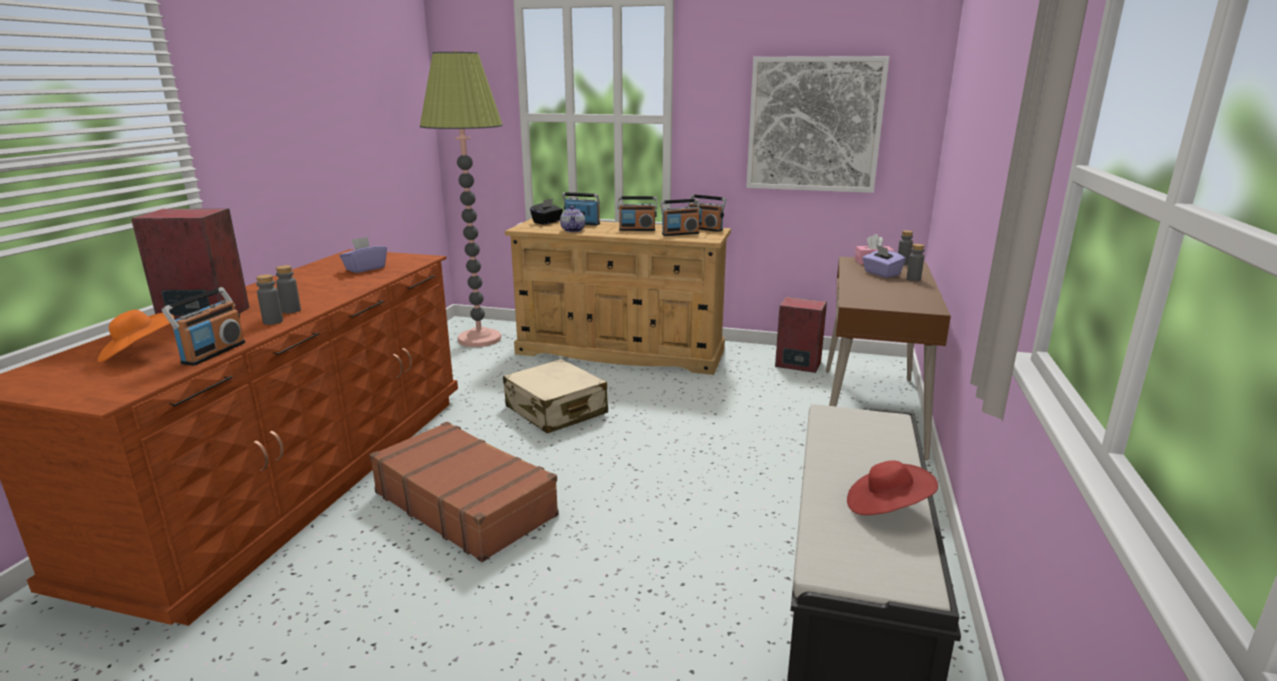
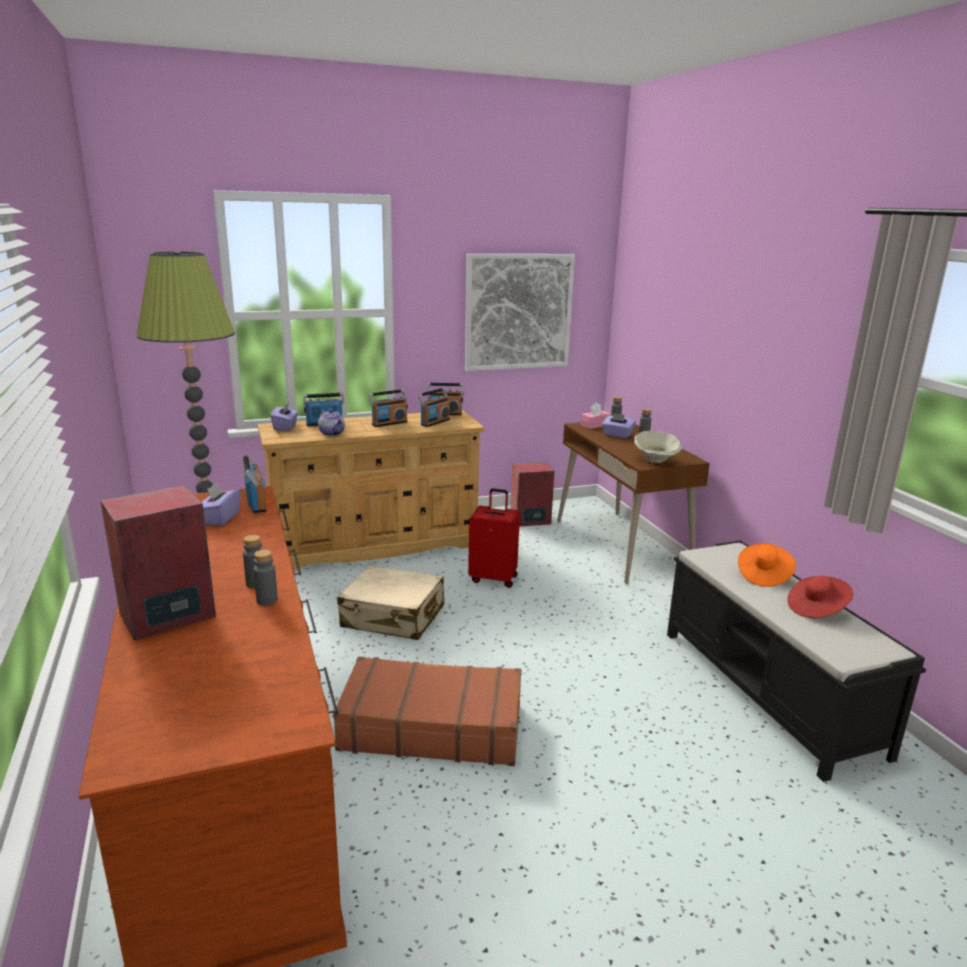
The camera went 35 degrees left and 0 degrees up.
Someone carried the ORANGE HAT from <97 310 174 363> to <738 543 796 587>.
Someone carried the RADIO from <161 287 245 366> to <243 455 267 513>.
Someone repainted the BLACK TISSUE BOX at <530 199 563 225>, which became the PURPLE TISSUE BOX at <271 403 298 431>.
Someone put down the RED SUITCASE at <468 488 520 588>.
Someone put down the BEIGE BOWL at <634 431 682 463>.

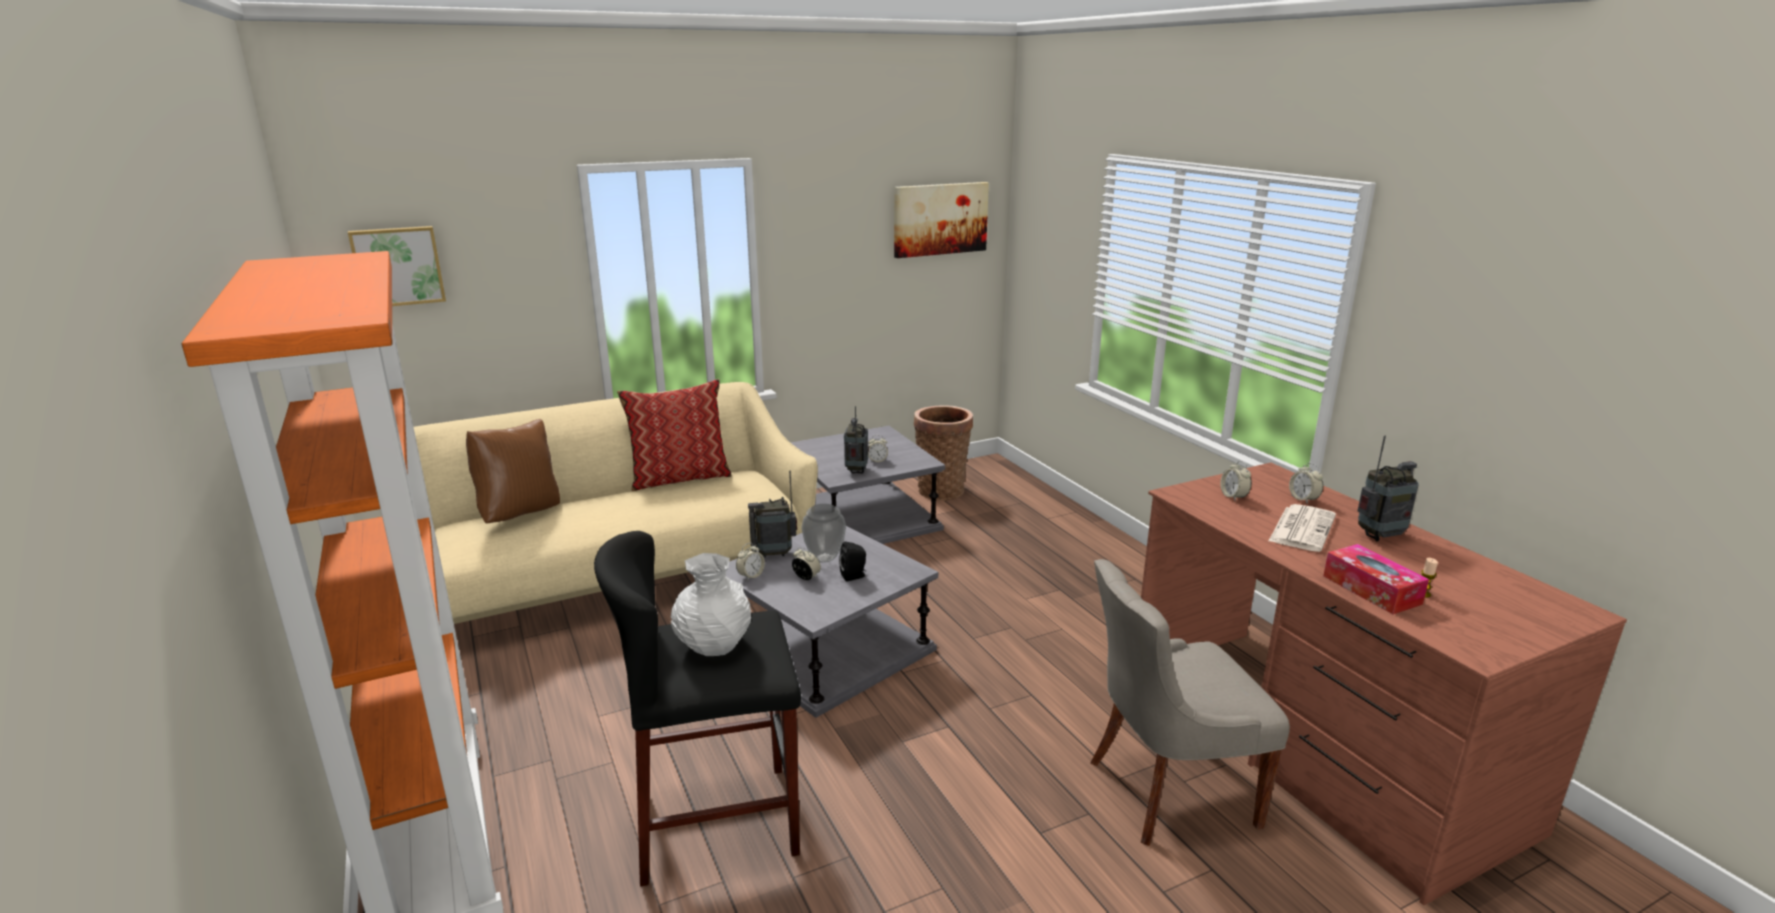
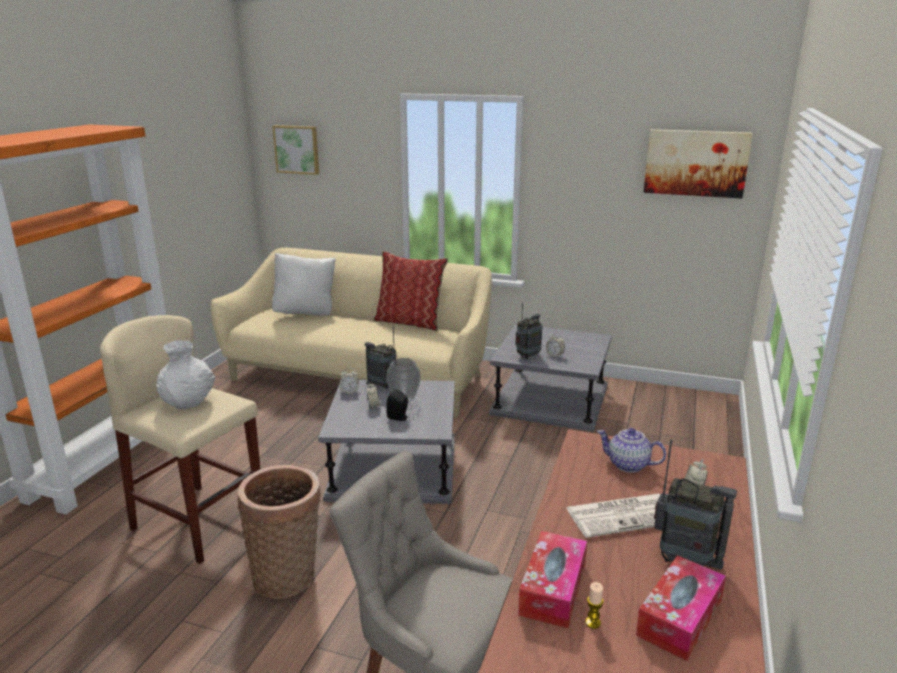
The camera went 45 degrees right and 0 degrees up.
Someone repainted the BROWN PILLOW at <466 419 560 524>, which became the WHITE PILLOW at <272 253 336 315>.
Someone repainted the BLACK STOOL at <594 531 801 887>, which became the BEIGE STOOL at <100 315 260 564>.
Someone carried the BASKET from <914 405 973 501> to <238 465 321 599>.
Someone swapped the ALARM CLOCK at <1220 460 1251 500> for the TEAPOT at <597 428 666 472>.
Someone put down the TISSUE BOX at <636 555 726 661>.

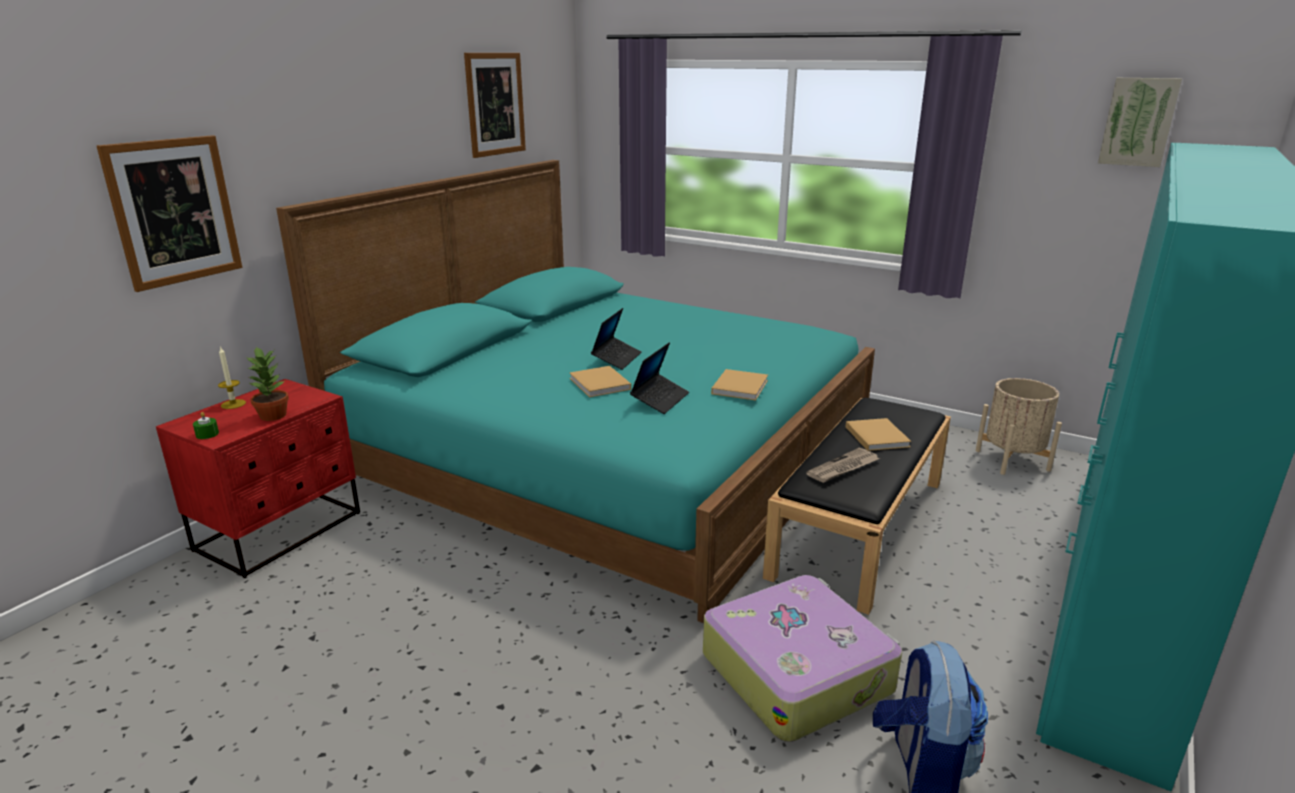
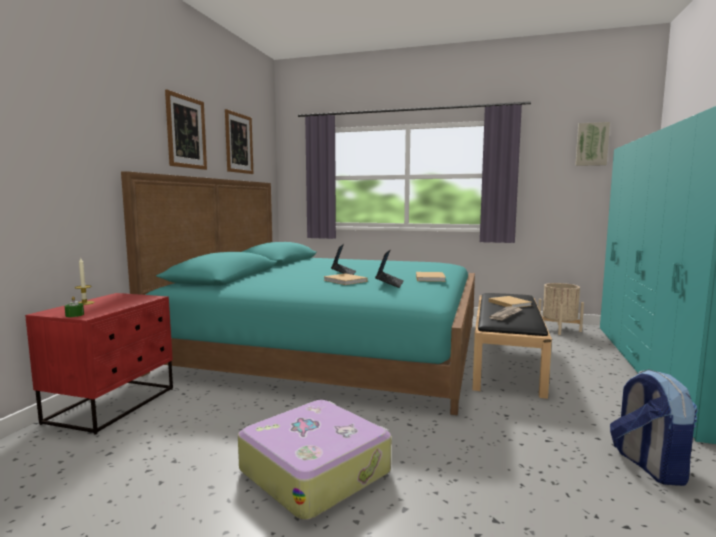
The camera went 15 degrees left and 15 degrees down.
Someone carried the PICTURE from <97 135 242 292> to <165 90 207 170>.
Someone took away the POTTED PLANT at <246 346 289 421>.
Someone carried the SUITCASE from <703 575 902 742> to <238 400 391 520>.

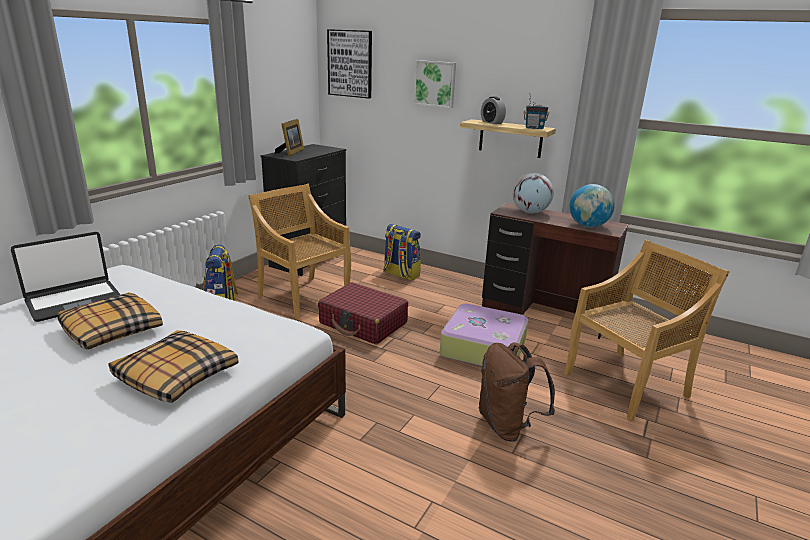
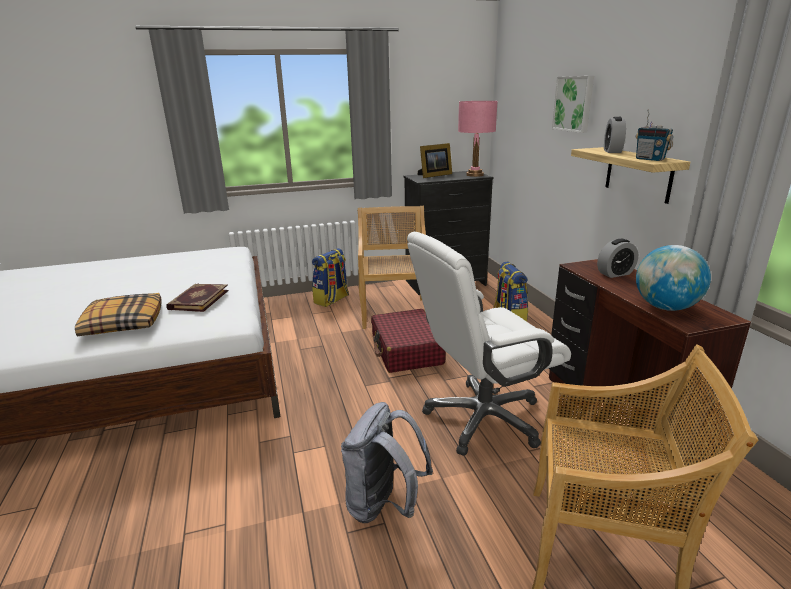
The camera went 45 degrees right and 0 degrees up.
Someone took away the LAPTOP at <11 232 121 322>.
Someone took away the PILLOW at <57 292 163 350>.
Someone took away the PICTURE at <327 29 372 98>.
Someone swapped the SUITCASE at <440 304 528 366> for the WHITE OFFICE CHAIR at <407 232 571 456>.
Someone repainted the BROWN BACKPACK at <478 342 555 441>, which became the GREY BACKPACK at <341 402 433 523>.
Someone swapped the GLOBE at <513 173 554 213> for the ALARM CLOCK at <597 239 638 278>.
Someone put down the BOOK at <166 284 229 312>.
Someone put down the PINK TABLE LAMP at <458 101 498 177>.

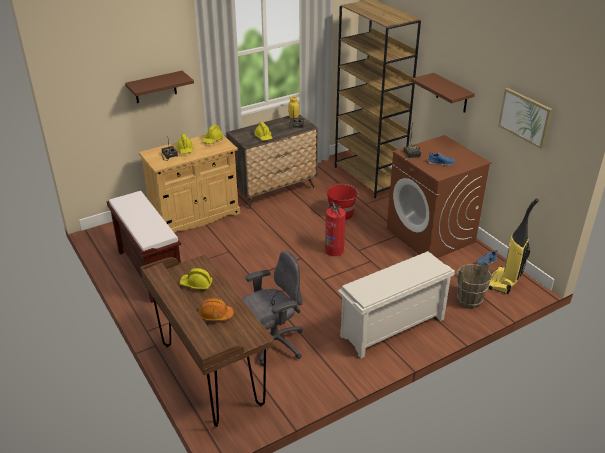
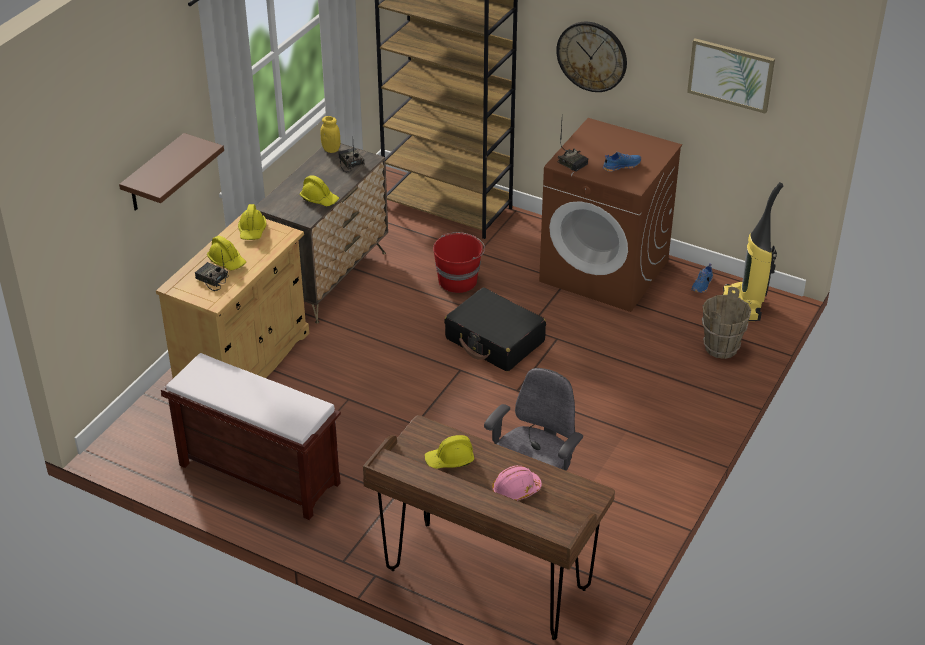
The camera went 30 degrees left and 5 degrees up.
Someone repainted the ORANGE HARD HAT at <198 298 234 321>, which became the PINK HARD HAT at <492 465 542 501>.
Someone swapped the FIRE EXTINGUISHER at <325 202 346 256> for the BLACK SUITCASE at <444 288 546 372>.
Someone took away the WHITE SHOE RACK at <338 251 455 358>.
Someone swapped the BROWN SHELF at <411 73 475 113> for the WALL CLOCK at <556 22 627 92>.

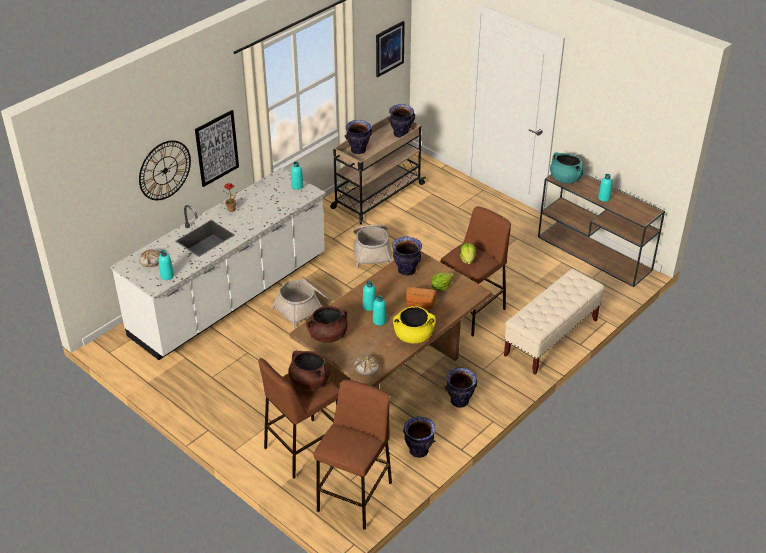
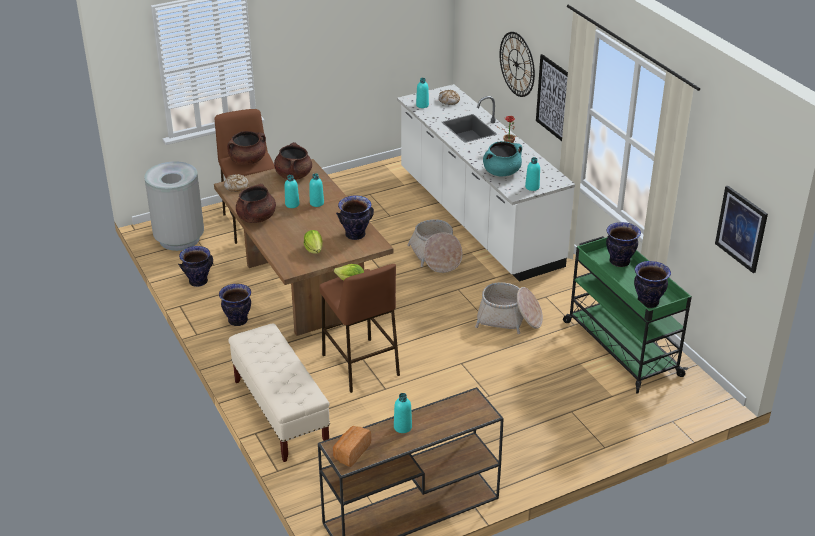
The camera went 110 degrees right and 5 degrees down.
Someone swapped the BROWN STOOL at <314 380 392 530> for the GREY TRASH CAN at <144 161 204 251>.
Someone repainted the BEIGE CART at <330 115 426 225>, which became the GREEN CART at <563 236 692 394>.
Someone repainted the YELLOW COOKING POT at <393 306 436 344>, which became the BROWN COOKING POT at <236 183 276 223>.
Someone carried the BREAD from <406 287 436 309> to <333 426 371 467>.
Someone carried the TURQUOISE COOKING POT from <550 152 584 184> to <483 141 522 176>.

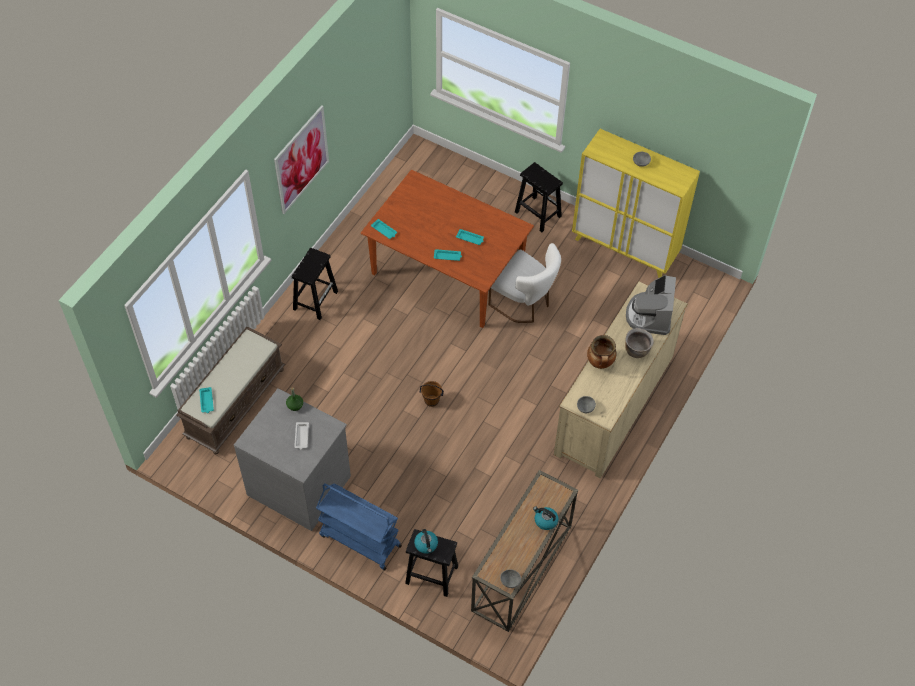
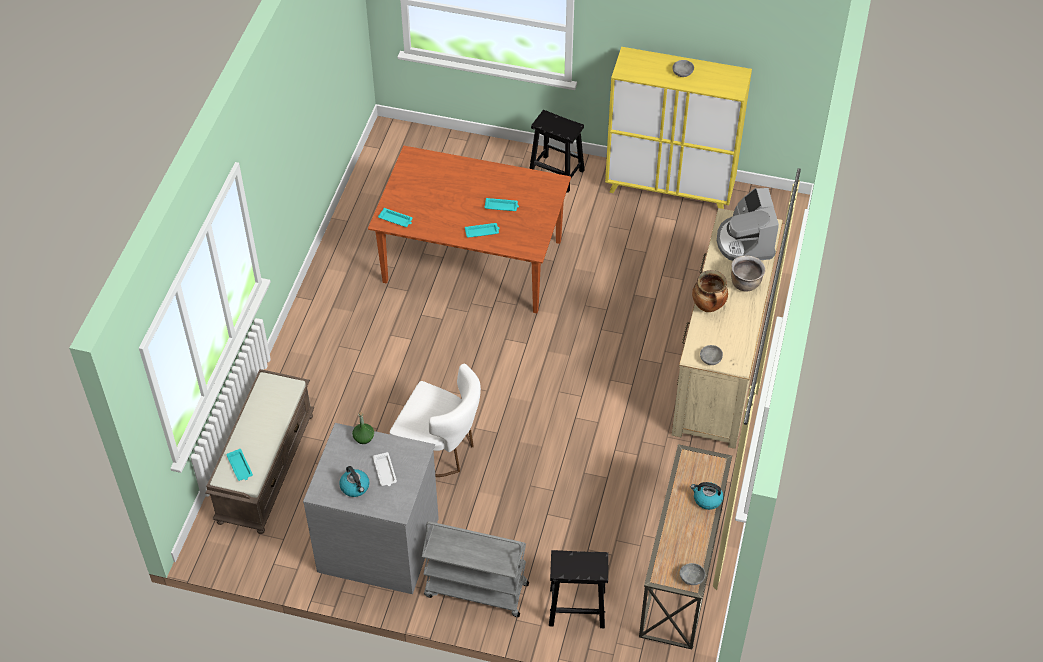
The camera went 15 degrees left and 5 degrees down.
Someone took away the PICTURE at <274 105 329 214>.
Someone took away the BLACK STOOL at <292 248 338 320>.
Someone repainted the BLUE CART at <316 483 402 570>, which became the GREY CART at <422 521 529 617>.
Someone carried the KETTLE from <414 529 438 554> to <339 466 369 497>.
Someone took away the BROWN BUCKET at <420 381 444 407>.
Someone carried the WHITE CHAIR from <488 243 561 323> to <390 364 481 477>.

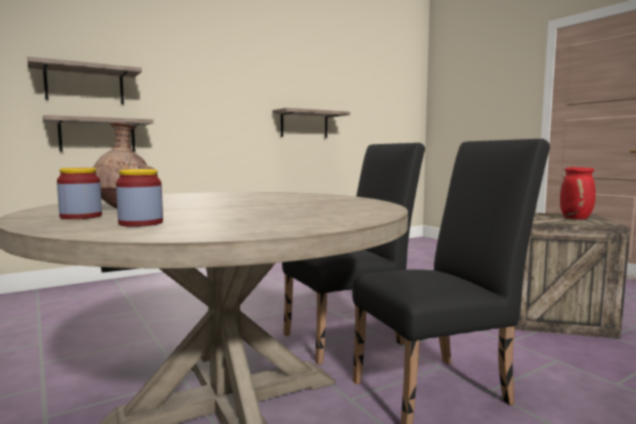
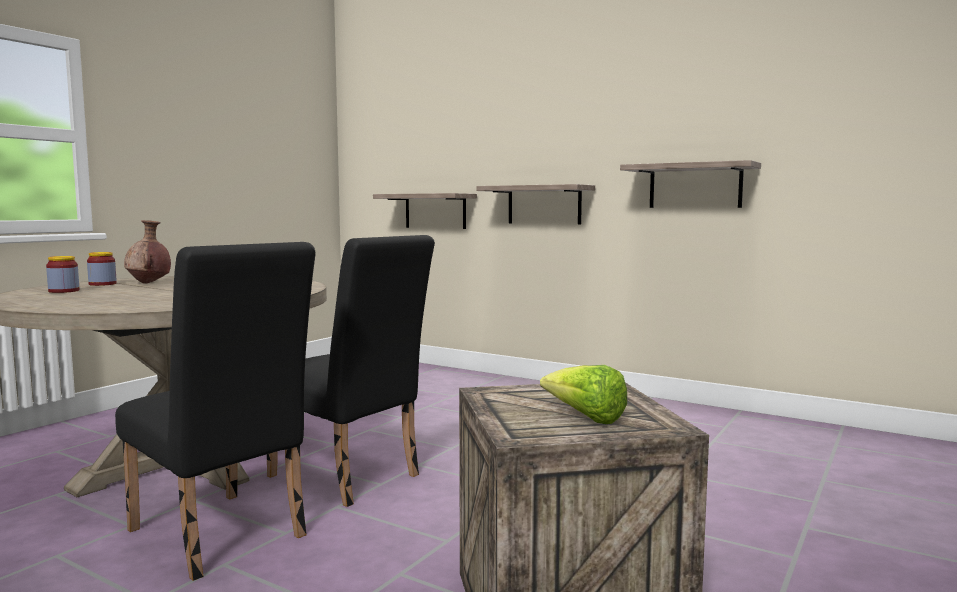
The camera went 65 degrees right and 0 degrees up.
Someone carried the SHELF from <27 56 142 104> to <476 184 595 224>.
Someone swapped the RED VASE at <560 167 596 220> for the LETTUCE at <540 365 627 424>.

